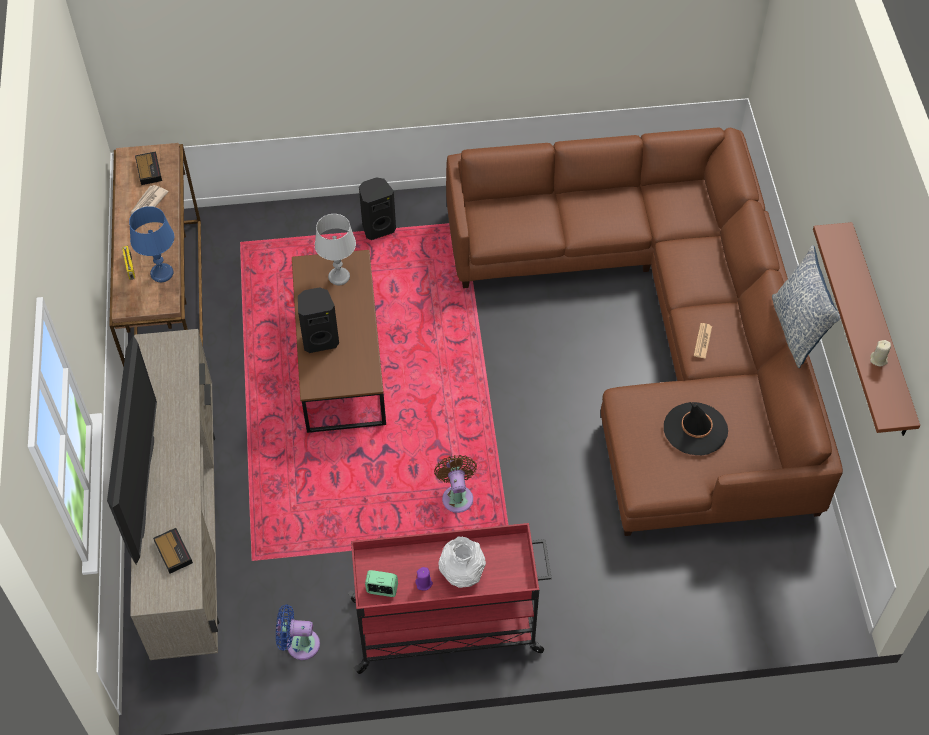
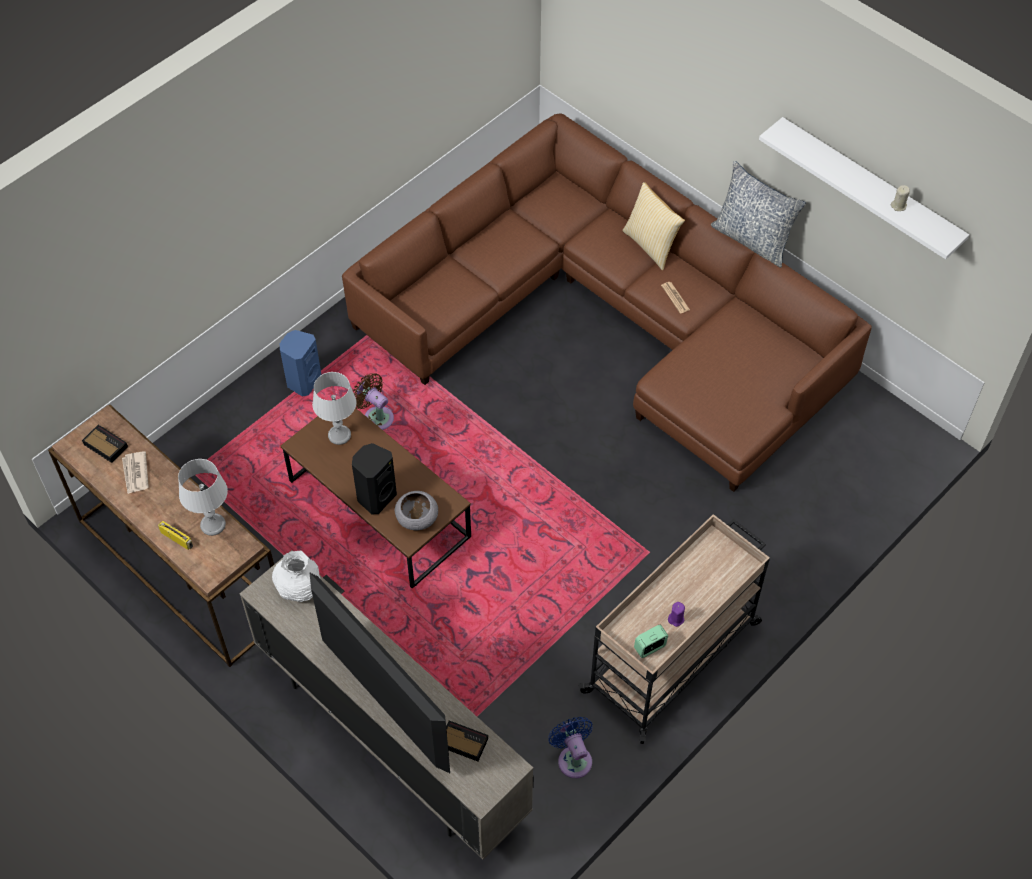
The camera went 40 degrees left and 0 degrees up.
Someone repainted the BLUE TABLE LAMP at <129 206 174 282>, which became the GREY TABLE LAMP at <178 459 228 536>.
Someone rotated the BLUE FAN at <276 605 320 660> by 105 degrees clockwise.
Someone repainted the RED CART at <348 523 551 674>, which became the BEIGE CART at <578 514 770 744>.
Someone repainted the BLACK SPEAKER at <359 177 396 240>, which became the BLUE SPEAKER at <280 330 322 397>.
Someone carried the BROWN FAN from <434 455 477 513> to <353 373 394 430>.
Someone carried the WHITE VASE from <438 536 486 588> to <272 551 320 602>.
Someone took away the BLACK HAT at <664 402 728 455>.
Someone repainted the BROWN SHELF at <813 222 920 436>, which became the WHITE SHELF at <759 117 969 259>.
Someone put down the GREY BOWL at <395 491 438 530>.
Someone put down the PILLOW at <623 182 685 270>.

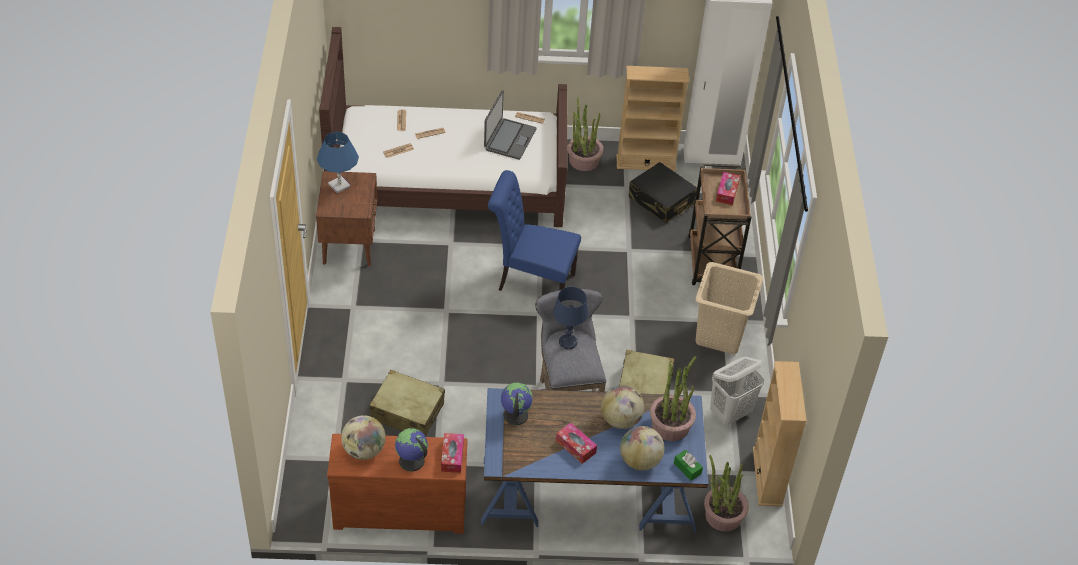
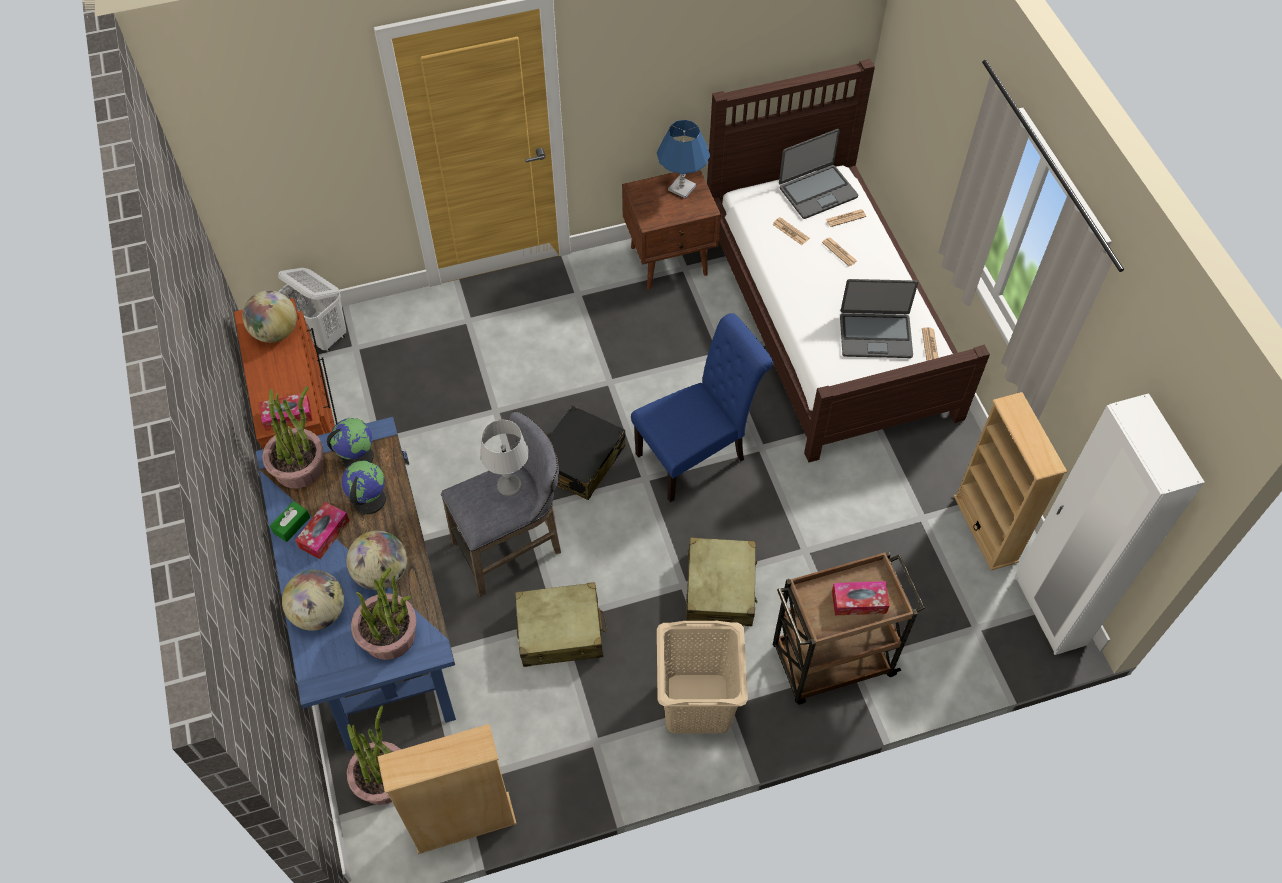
The camera went 75 degrees right and 10 degrees up.
Someone carried the BEIGE SUITCASE from <369 370 445 437> to <686 538 757 626>.
Someone carried the GLOBE from <395 428 428 471> to <342 461 386 514>.
Someone rotated the BLUE CHAIR at <488 170 581 291> by 60 degrees clockwise.
Someone repainted the BLUE TABLE LAMP at <553 287 589 349>, which became the GREY TABLE LAMP at <480 420 529 496>.
Someone carried the POTTED PLANT from <567 98 604 171> to <262 386 324 488>.
Someone carried the BLACK SUITCASE from <629 162 697 223> to <549 406 626 500>.
Someone carried the GREEN TISSUE BOX from <674 450 703 481> to <270 501 310 542>.
Someone carried the WHITE LAUNDRY BASKET from <710 357 764 425> to <278 268 346 352>.
Someone put down the LAPTOP at <779 129 858 219>.

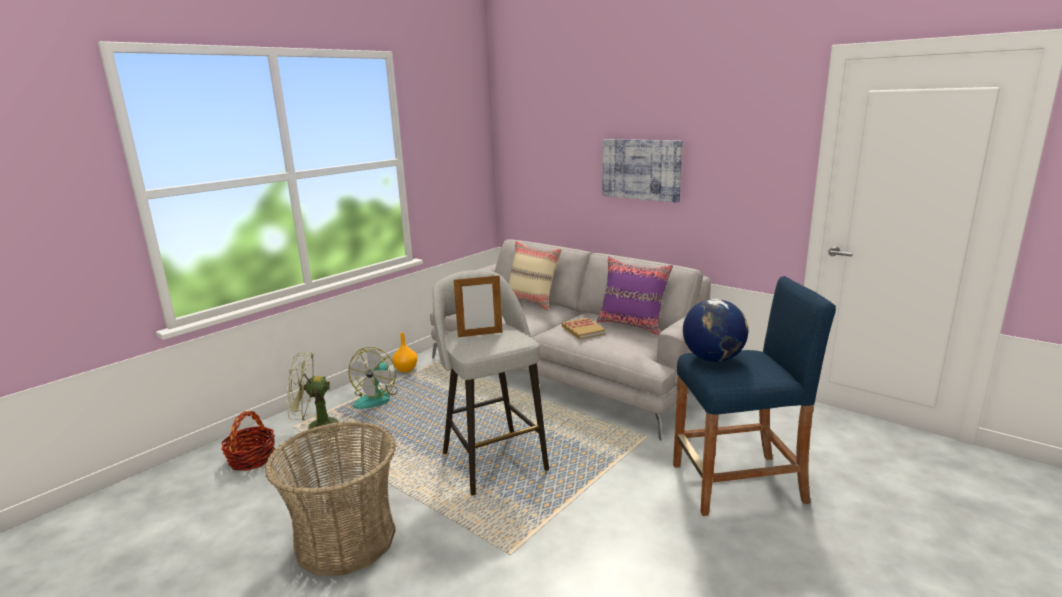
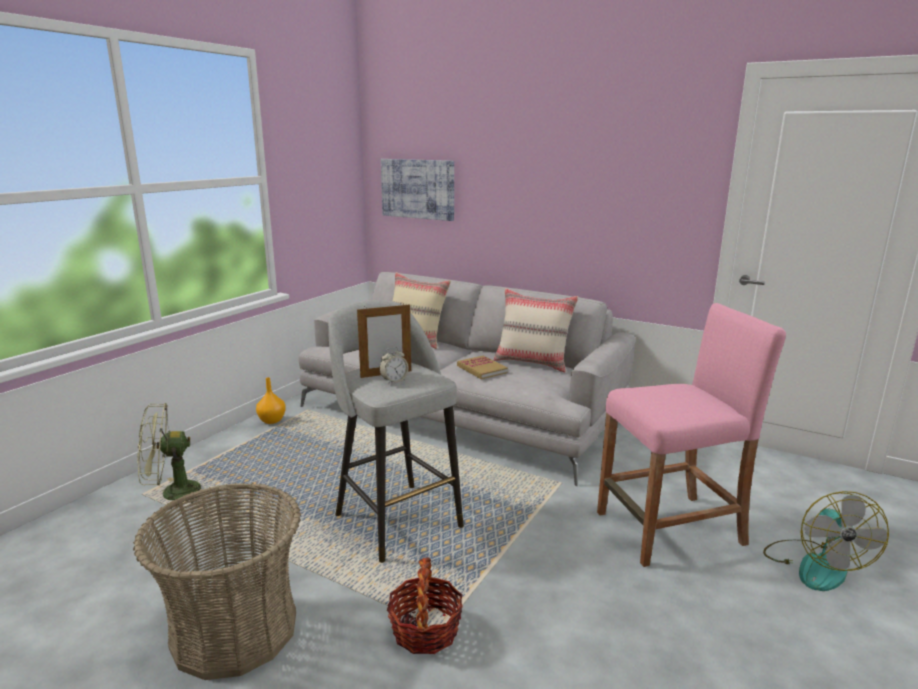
The camera went 10 degrees left and 0 degrees up.
Someone carried the BASKET from <221 411 275 471> to <387 558 463 654>.
Someone carried the FAN from <348 347 397 409> to <763 491 889 591>.
Someone repainted the PURPLE PILLOW at <597 257 673 335>, which became the BEIGE PILLOW at <494 288 578 372>.
Someone carried the PICTURE from <602 139 682 203> to <381 159 454 221>.
Someone repainted the BLUE STOOL at <673 276 836 516>, which became the PINK STOOL at <597 303 786 567>.
Someone took away the GLOBE at <683 299 748 362>.
Someone put down the ALARM CLOCK at <379 347 409 384>.

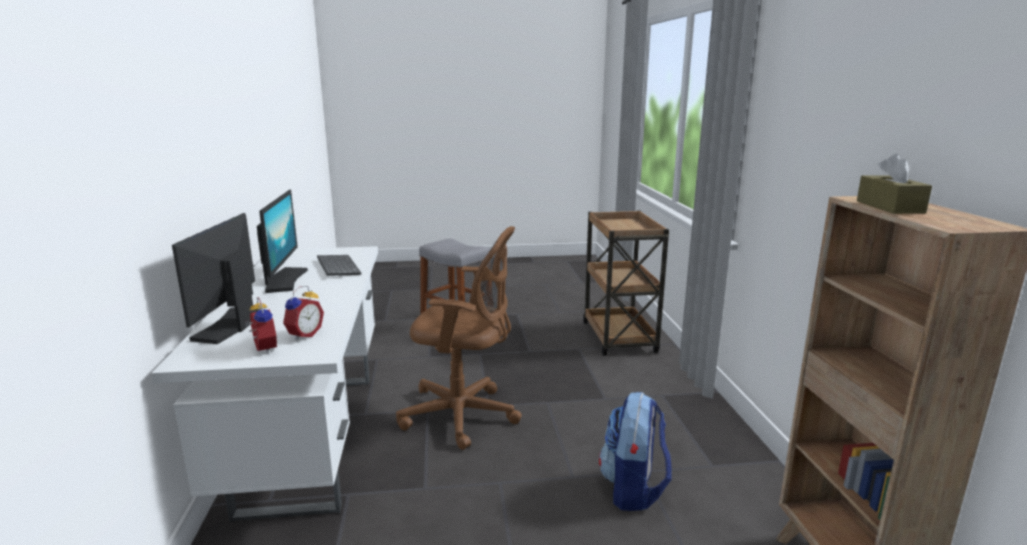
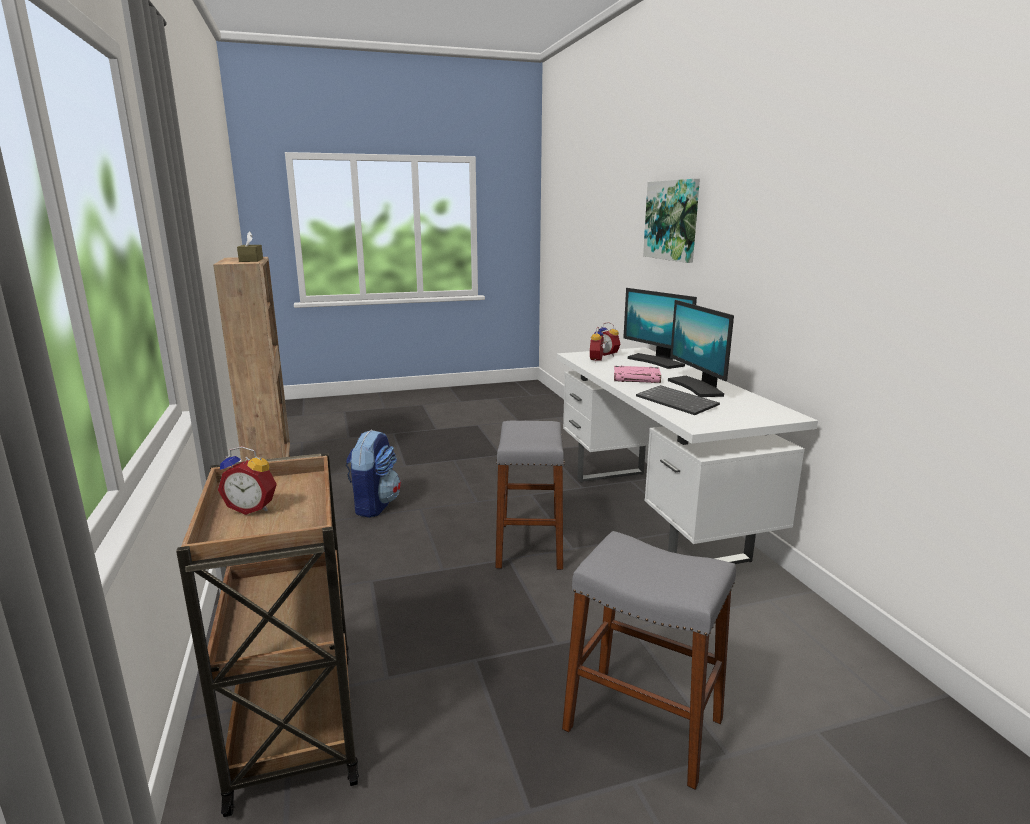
The camera went 170 degrees right and 0 degrees up.
Someone rotated the MONITOR at <172 213 260 344> by 150 degrees clockwise.
Someone swapped the BROWN OFFICE CHAIR at <396 226 522 450> for the GREY STOOL at <495 421 565 570>.
Someone put down the ALARM CLOCK at <218 446 277 515>.
Someone put down the PINK BOOK at <614 366 661 383>.
Someone put up the PICTURE at <643 179 700 263>.

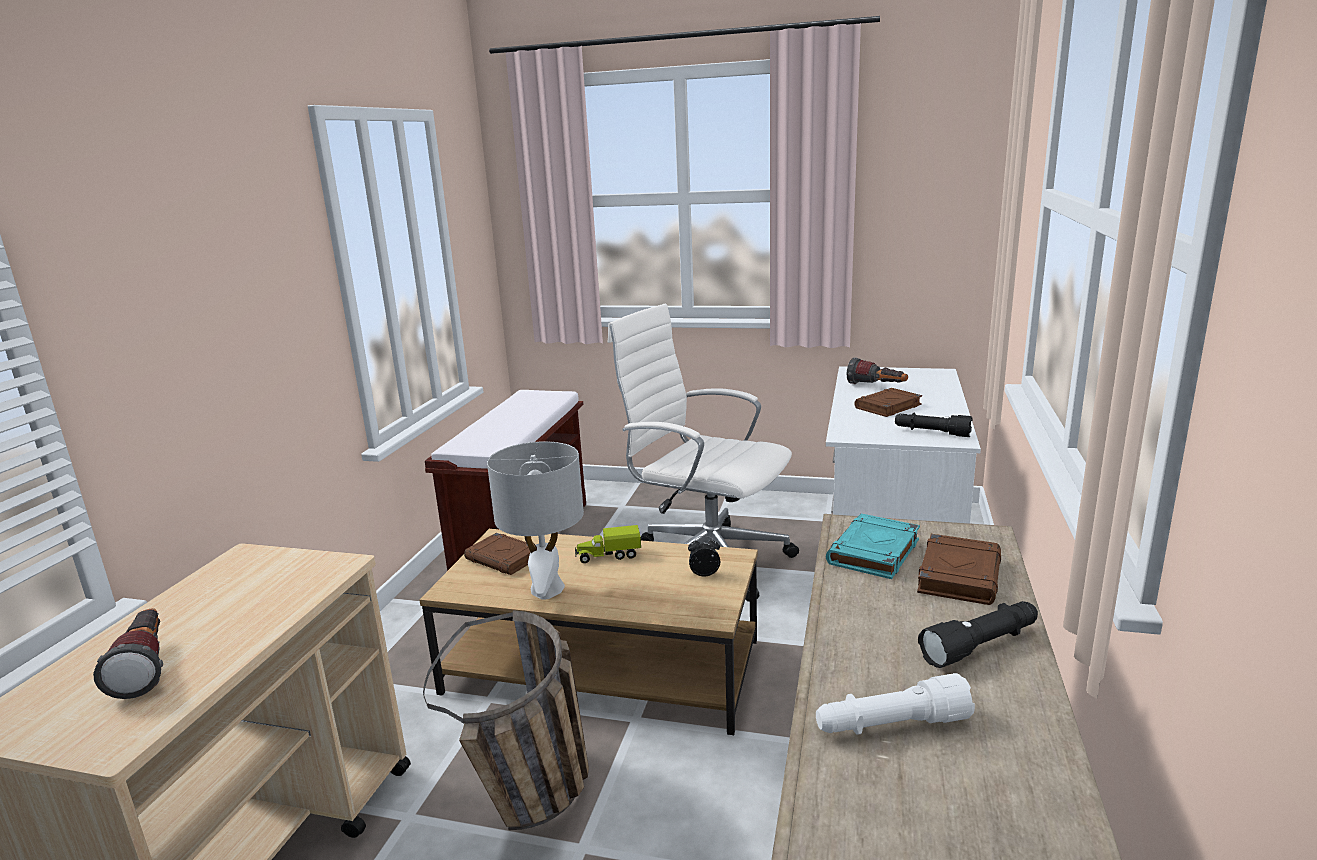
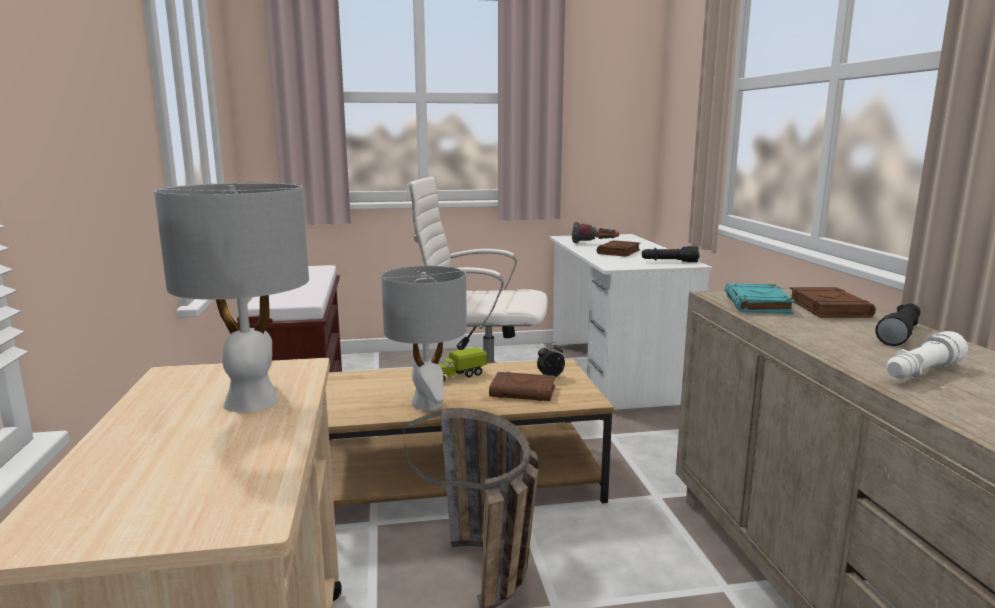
The camera went 25 degrees left and 5 degrees down.
Someone took away the FLASHLIGHT at <93 608 163 699>.
Someone carried the BROWN BOOK from <464 533 530 575> to <489 372 555 401>.
Someone put down the GREY TABLE LAMP at <154 183 309 413>.

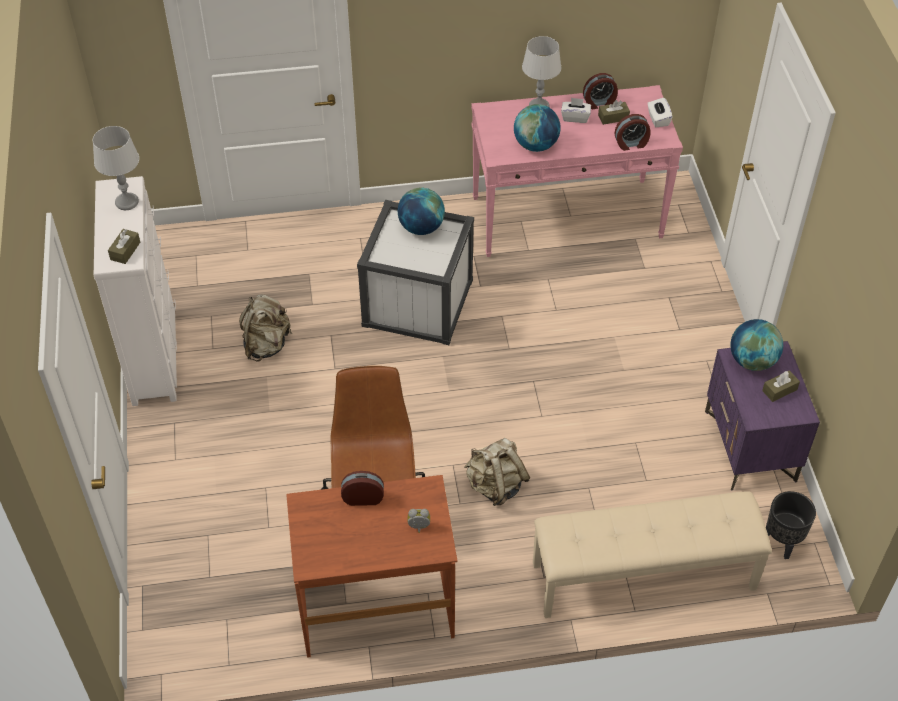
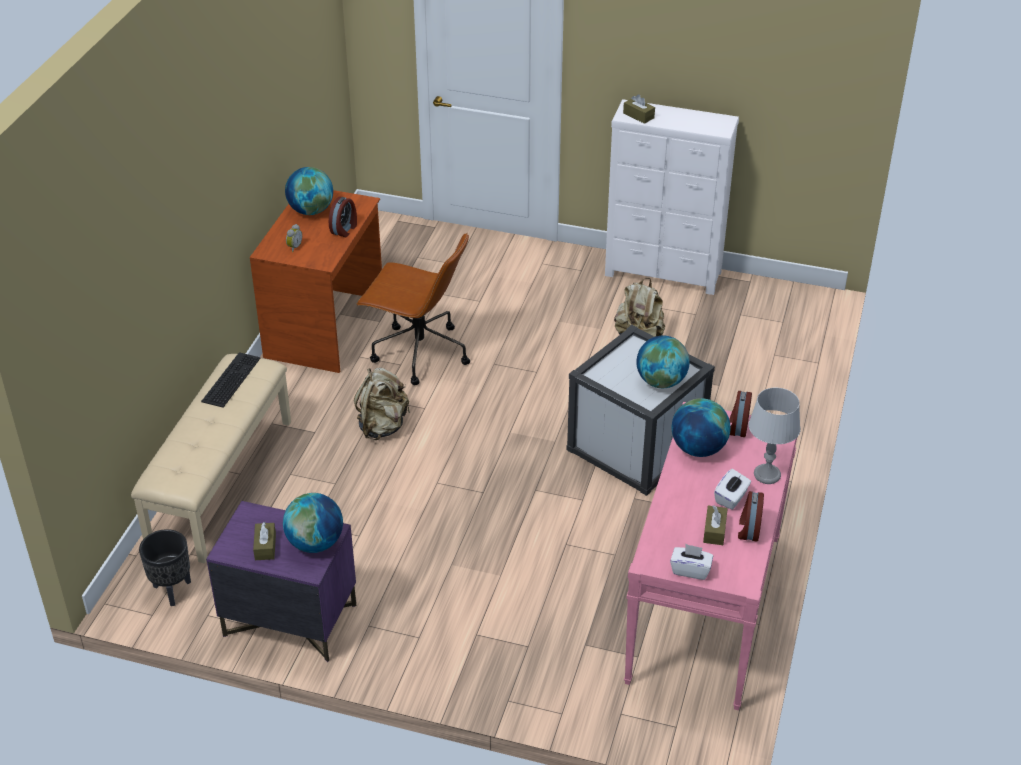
The camera went 115 degrees right and 10 degrees down.
Someone took away the GREY TABLE LAMP at <93 126 139 210>.
Someone carried the ALARM CLOCK from <614 114 651 151> to <729 391 752 437>.
Someone put down the KEYBOARD at <201 352 260 408>.
Someone put down the GLOBE at <285 167 333 215>.

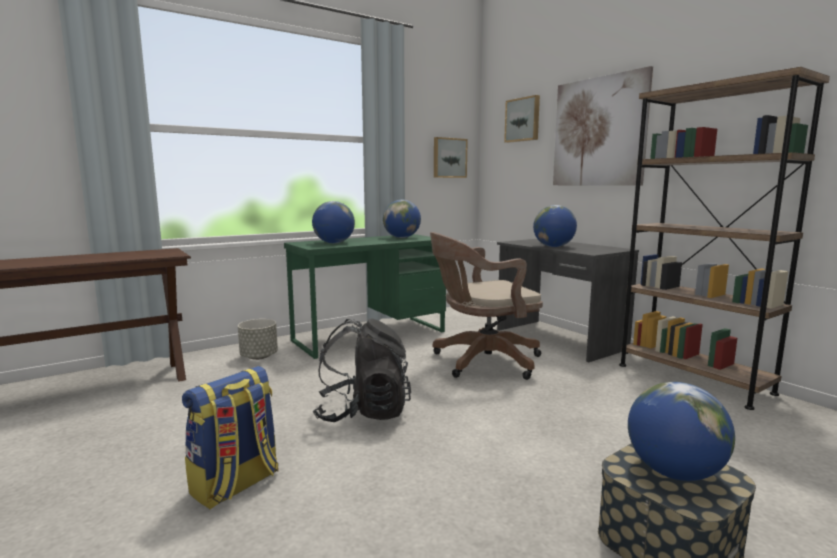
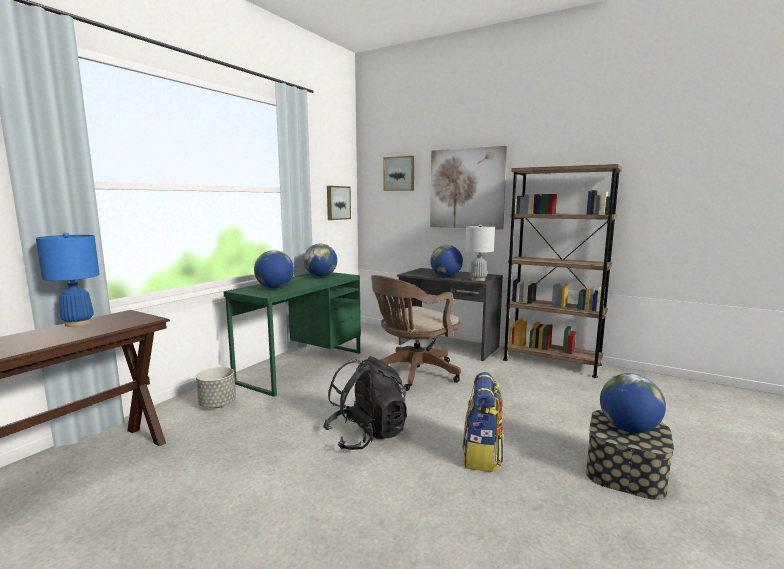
The camera went 25 degrees left and 0 degrees up.
Someone carried the BACKPACK from <182 366 278 509> to <462 372 504 472>.
Someone put down the BLUE TABLE LAMP at <36 233 100 327>.
Someone put down the GREY TABLE LAMP at <465 224 495 281>.

